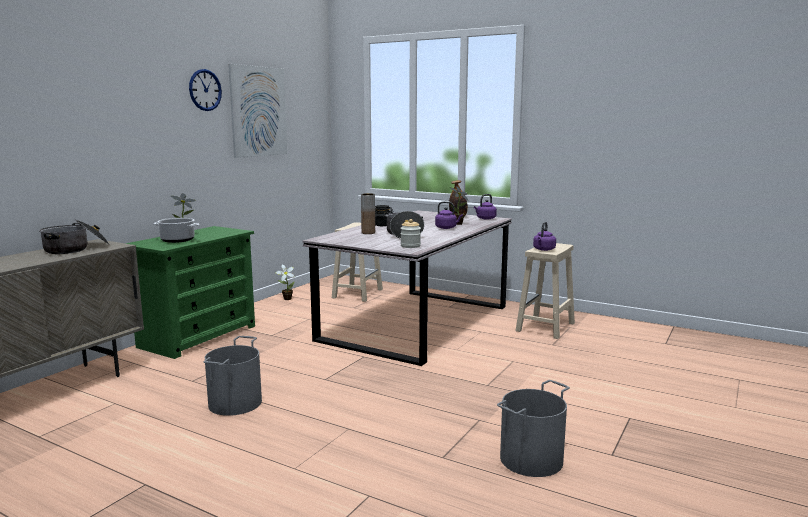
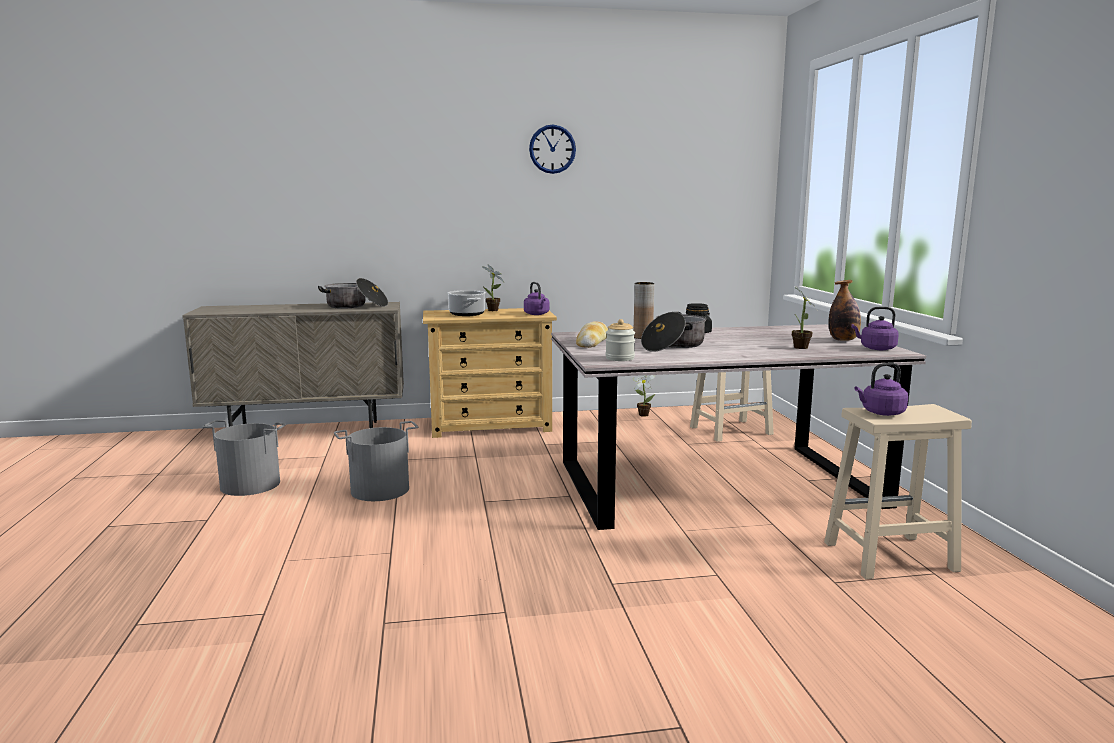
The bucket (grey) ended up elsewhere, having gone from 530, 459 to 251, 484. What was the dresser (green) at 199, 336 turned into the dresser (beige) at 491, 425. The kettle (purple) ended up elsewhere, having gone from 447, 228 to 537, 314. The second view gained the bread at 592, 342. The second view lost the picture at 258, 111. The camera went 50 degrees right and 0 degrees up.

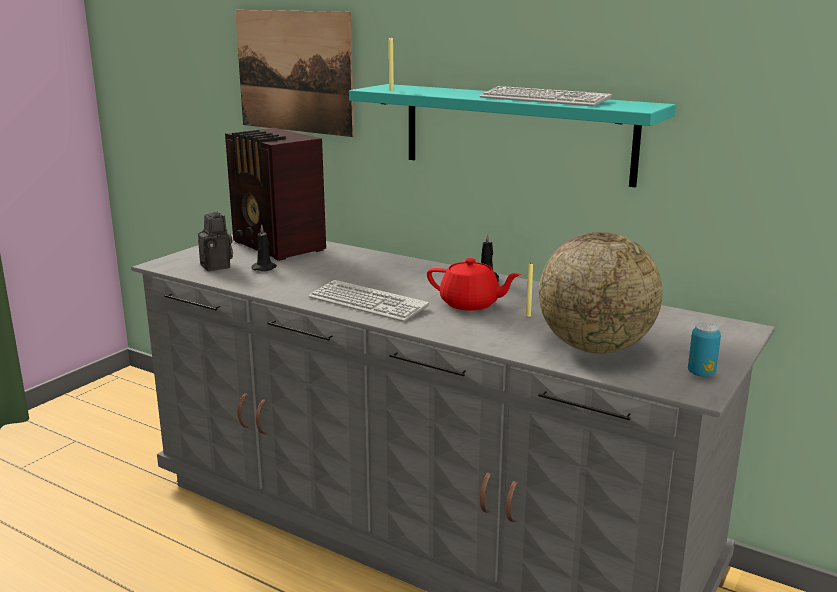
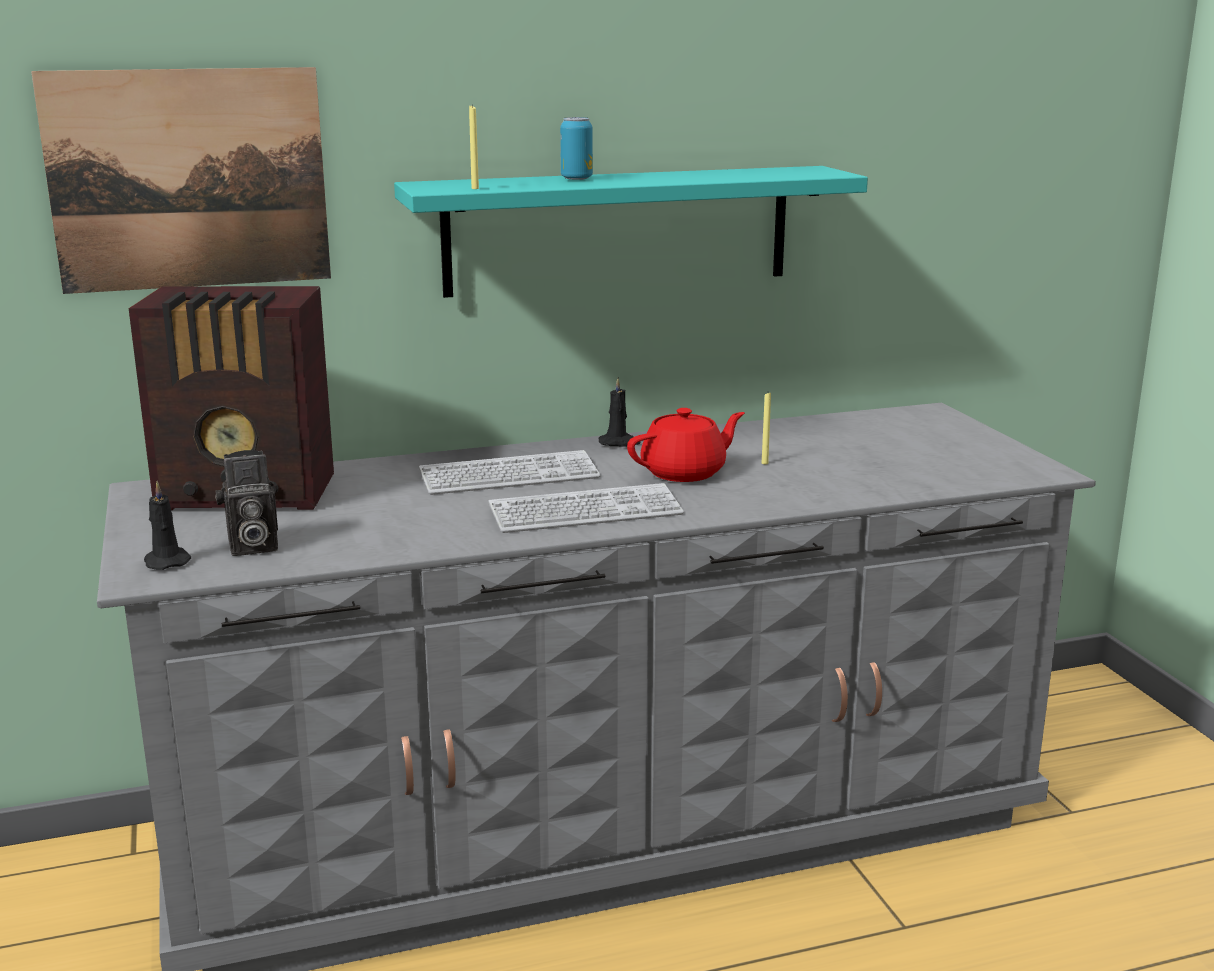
The candle (black) ended up elsewhere, having gone from 265, 268 to 166, 561. The photo camera at 218, 266 ended up facing another way, 150 degrees clockwise from before. The keyboard ended up elsewhere, having gone from 544, 99 to 509, 476. The can ended up elsewhere, having gone from 701, 373 to 576, 179. The second view lost the globe at 595, 348. The camera went 50 degrees left and 0 degrees up.

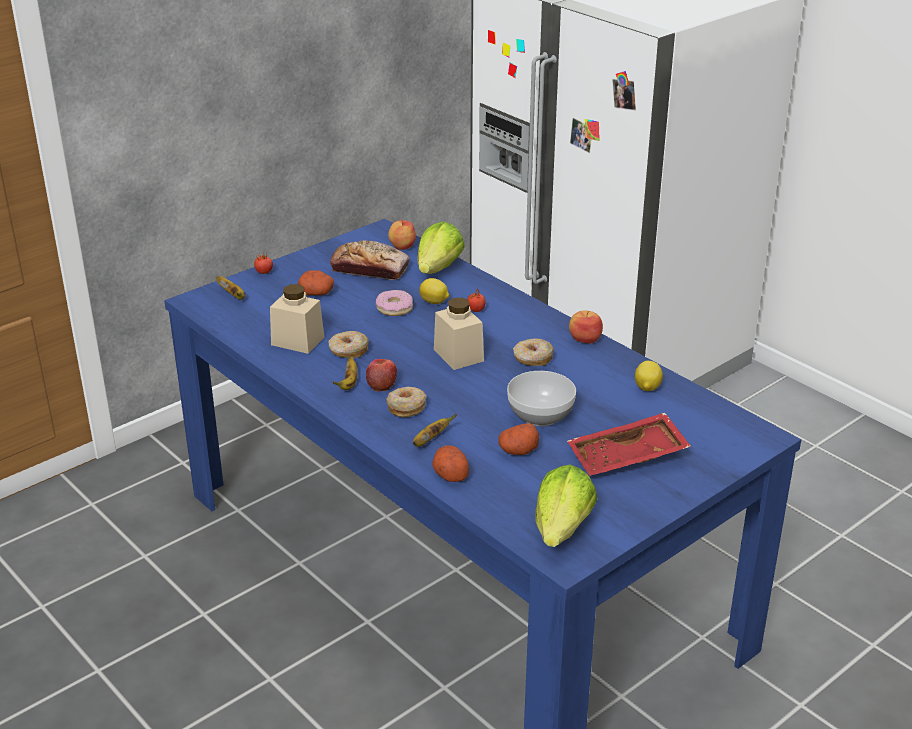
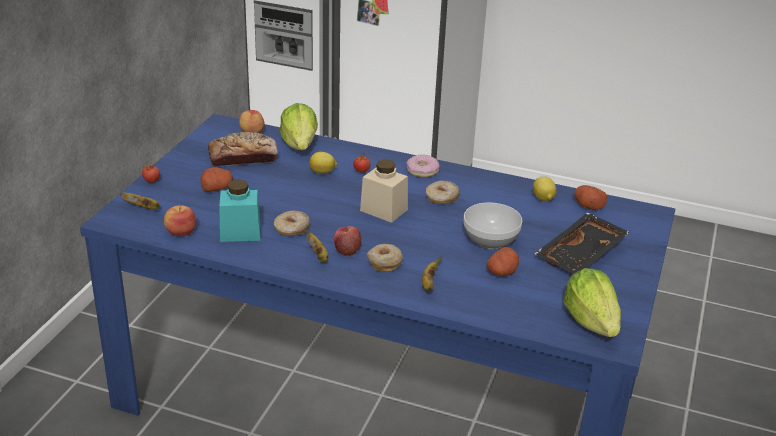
The apple ended up elsewhere, having gone from 585, 339 to 181, 231. What was the jar (beige) at 297, 341 turned into the jar (turquoise) at 240, 232. The donut ended up elsewhere, having gone from 394, 308 to 422, 171. What was the tray (red) at 628, 458 turned into the tray (black) at 582, 255. The potato ended up elsewhere, having gone from 450, 473 to 588, 205. The camera went 30 degrees left and 0 degrees up.

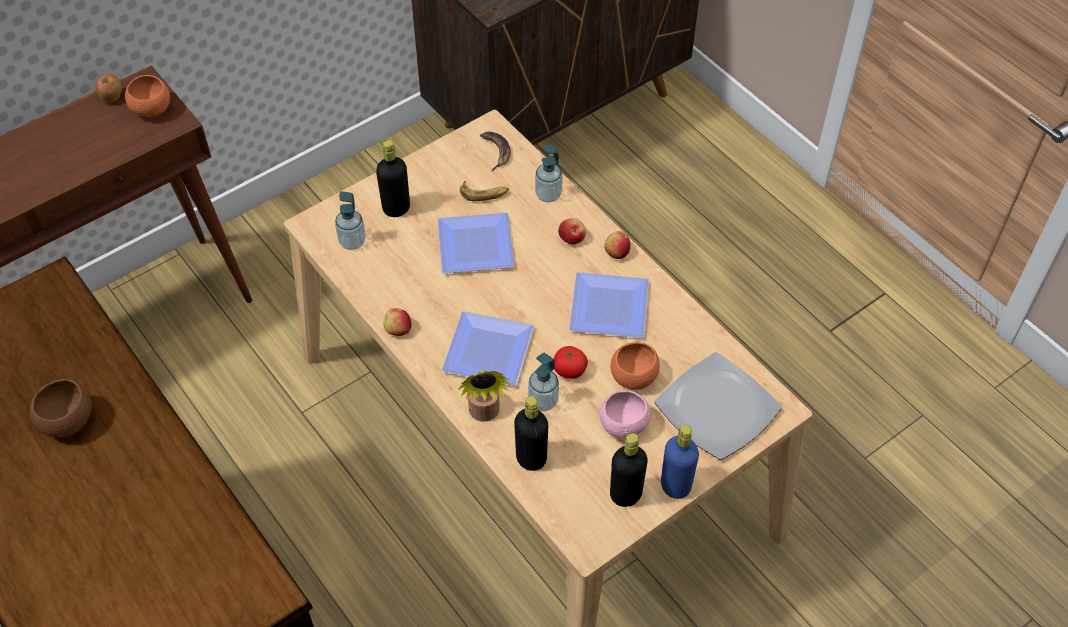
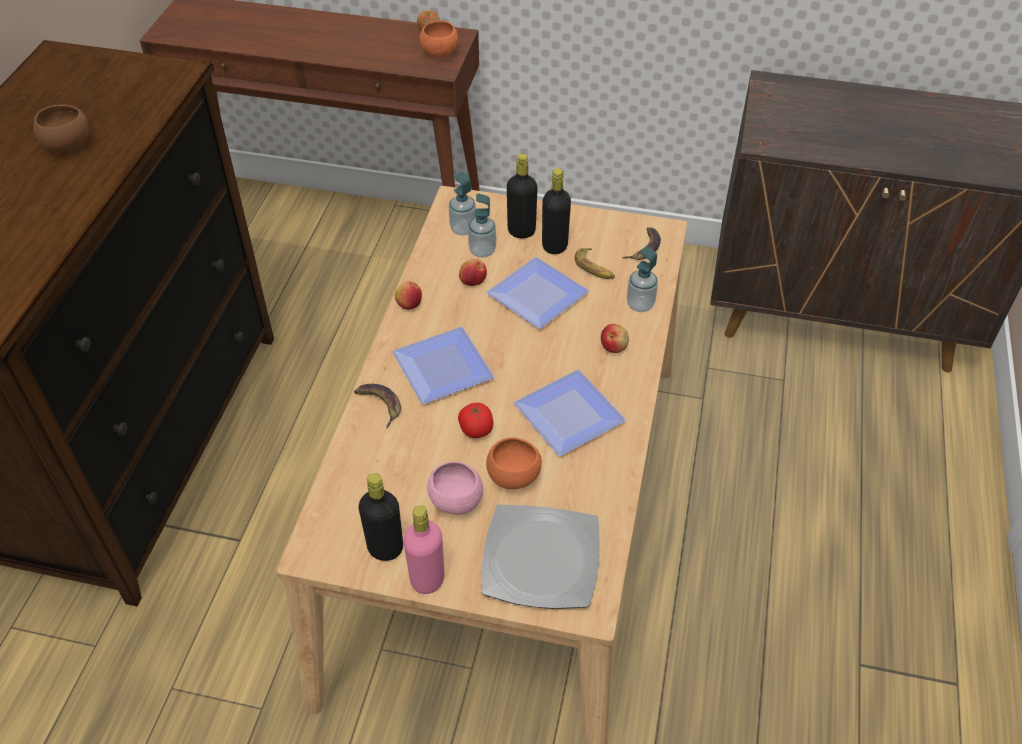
Where the potted plant stood at 484, 414, the banana came to stand at 379, 404. What was the bottle (blue) at 675, 486 turned into the bottle (pink) at 427, 579. The apple ended up elsewhere, having gone from 616, 252 to 472, 280. The soap dispenser ended up elsewhere, having gone from 543, 401 to 482, 251. The bottle (black) ended up elsewhere, having gone from 531, 458 to 554, 246. The camera went 50 degrees right and 5 degrees down.

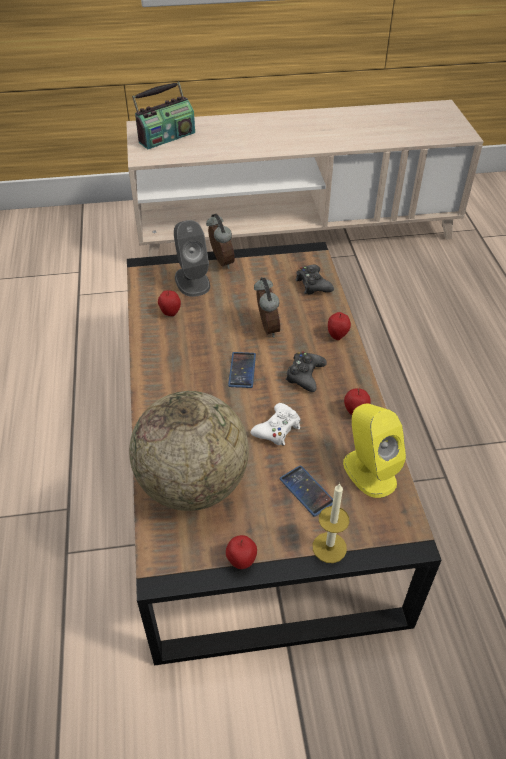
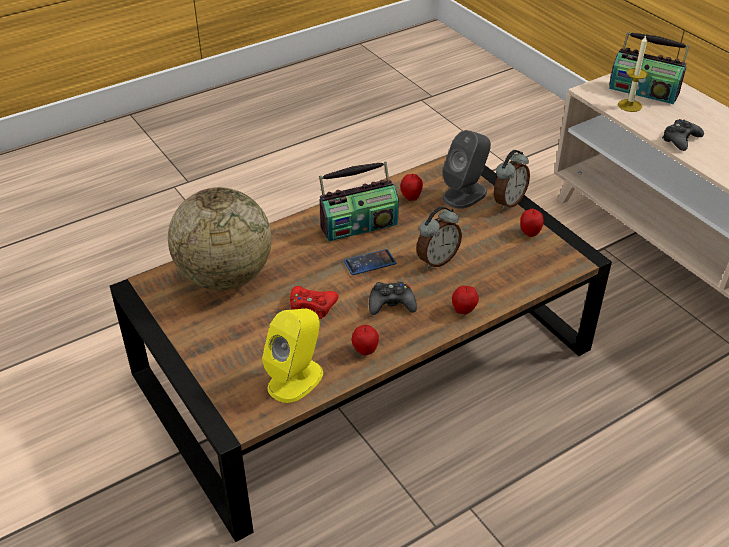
What was the game controller (white) at 277, 429 turned into the game controller (red) at 312, 306. The second view gained the radio at 358, 225. The apple ended up elsewhere, having gone from 241, 561 to 529, 233. The candle ended up elsewhere, having gone from 329, 547 to 629, 105. The game controller (black) ended up elsewhere, having gone from 313, 284 to 680, 140. The second view lost the phone at 307, 491. The camera went 65 degrees right and 5 degrees down.

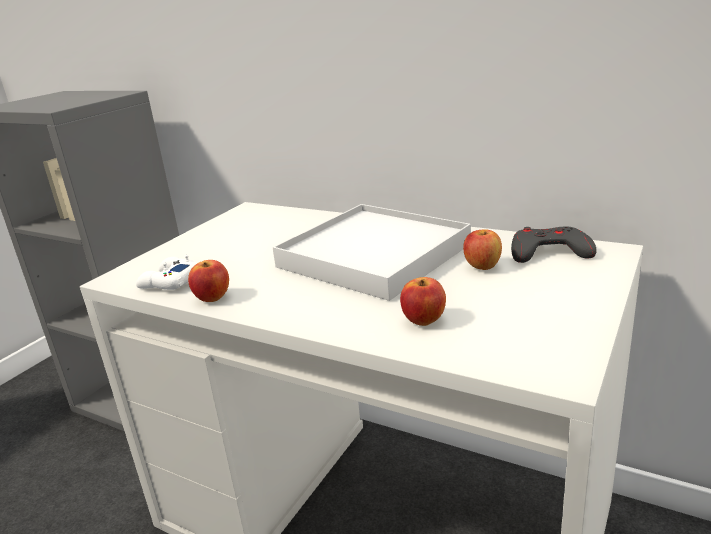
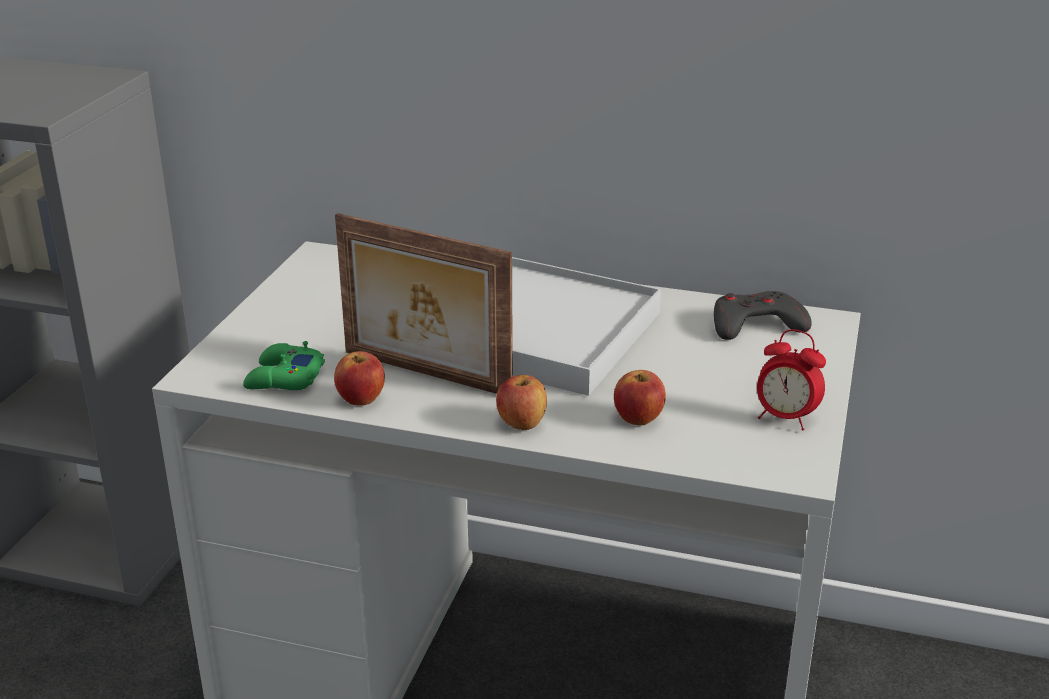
What was the game controller (white) at 169, 282 turned into the game controller (green) at 284, 378. The second view gained the picture frame at 425, 375. The apple ended up elsewhere, having gone from 482, 267 to 521, 424. The second view gained the alarm clock at 785, 418. The camera went 15 degrees left and 5 degrees up.

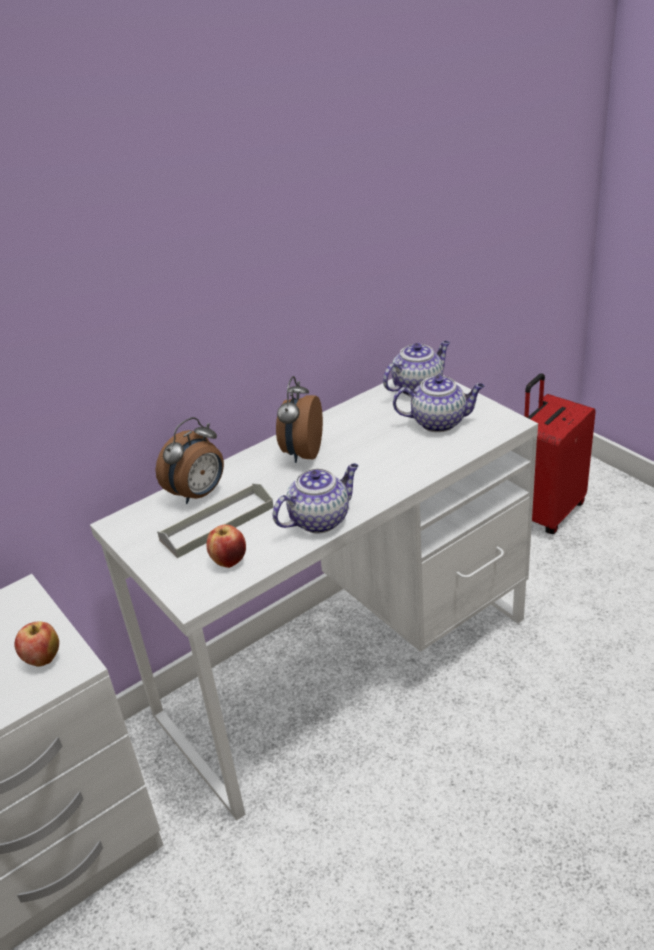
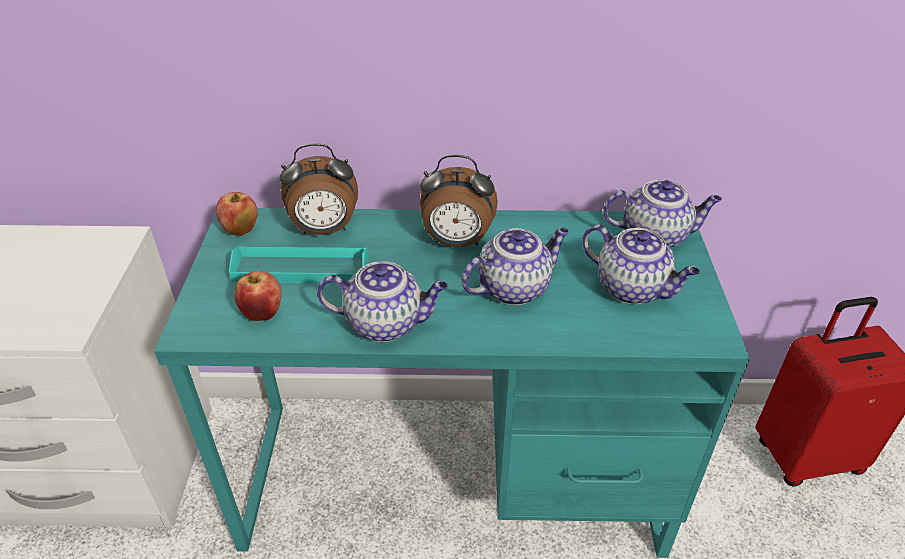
What was the desk (white) at 345, 665 turned into the desk (turquoise) at 454, 477. The apple ended up elsewhere, having gone from 43, 659 to 240, 230. What was the tray (grey) at 217, 524 turned into the tray (turquoise) at 301, 269. The alarm clock at 301, 453 ended up facing another way, 135 degrees counterclockwise from before. The second view gained the teapot at 514, 288. The camera went 35 degrees right and 5 degrees up.

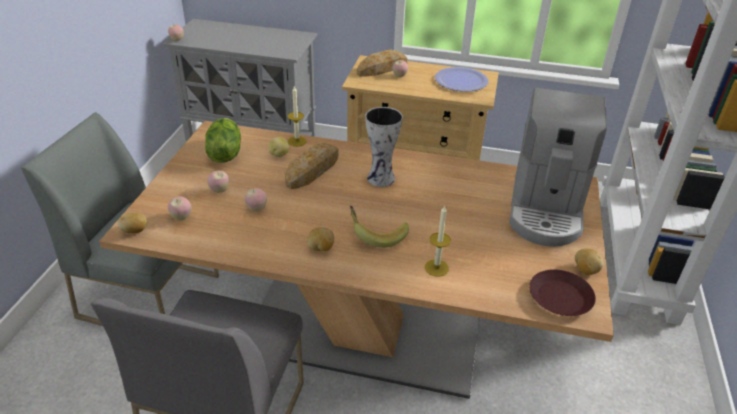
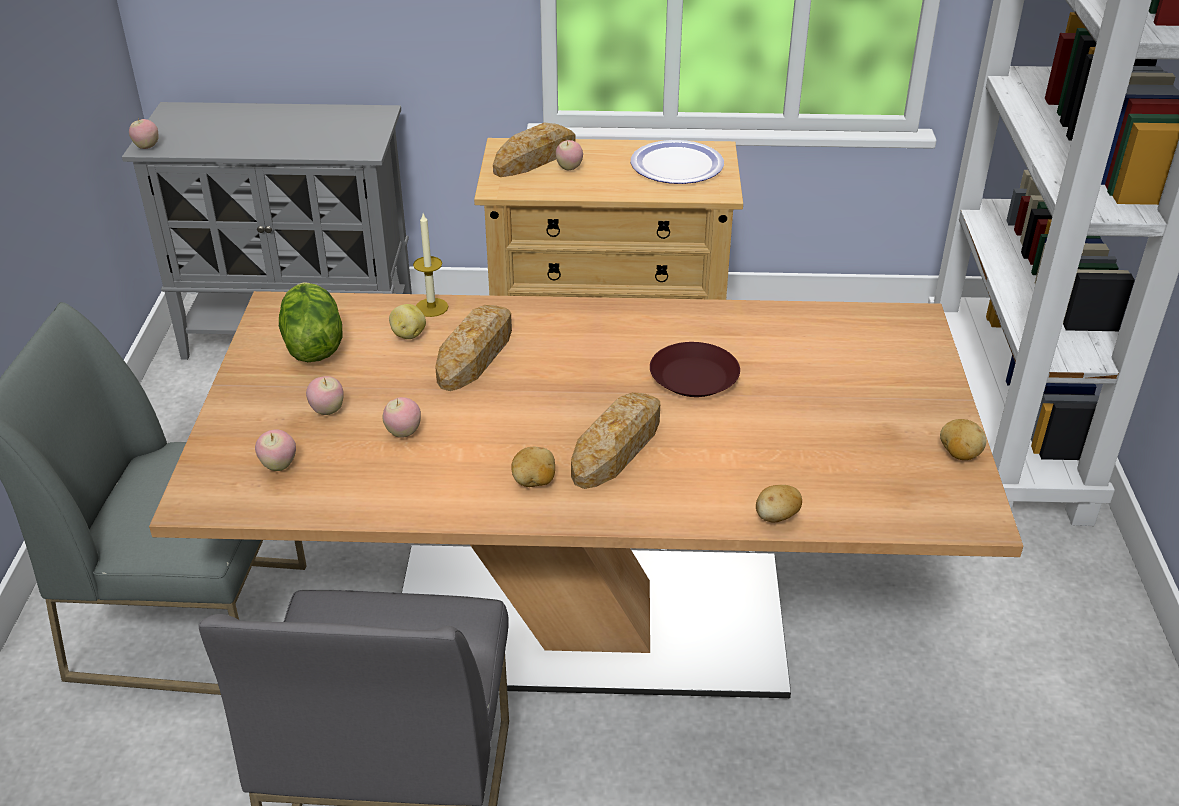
Where the banana stood at 376, 234, the bread came to stand at 618, 446. The plate (brown) ended up elsewhere, having gone from 561, 298 to 695, 378. The potato ended up elsewhere, having gone from 135, 231 to 776, 517. The second view lost the vase at 382, 179. The second view lost the candle at 436, 268. The second view lost the coffee machine at 546, 209. The camera went 10 degrees left and 0 degrees up.

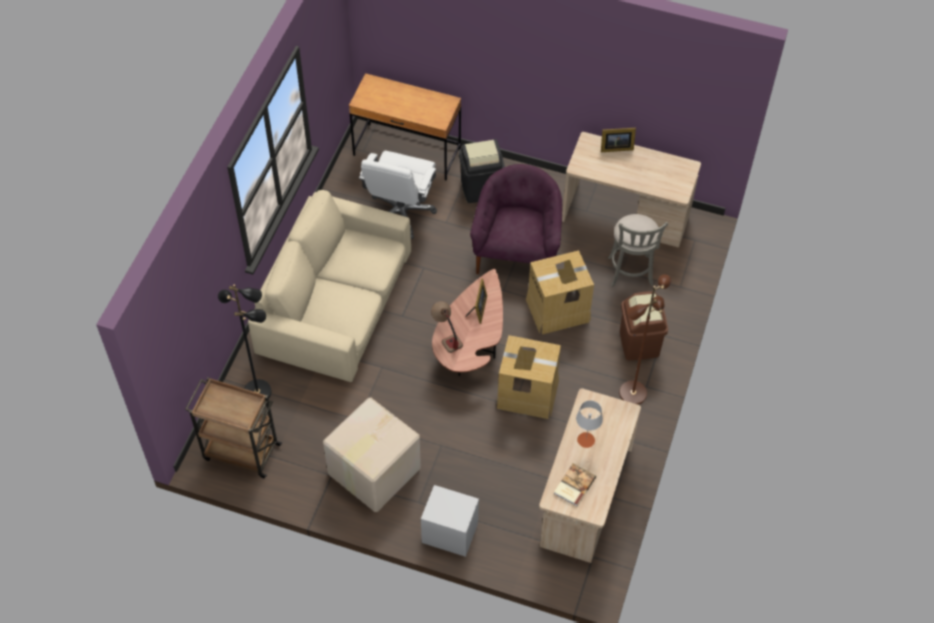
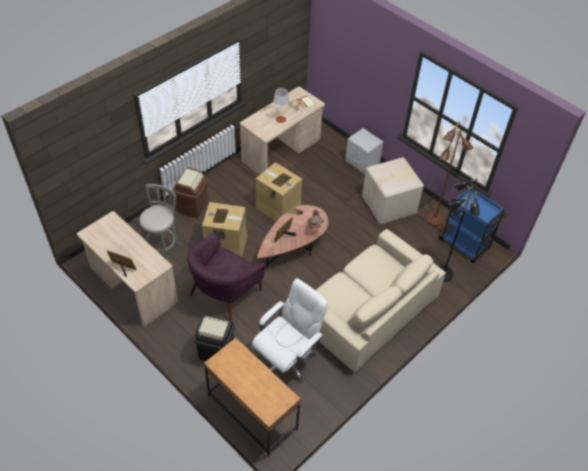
The floor lamp (brown) ended up elsewhere, having gone from 632, 392 to 435, 220. What was the cart (brown) at 240, 451 turned into the cart (blue) at 465, 245. The camera went 155 degrees left and 5 degrees down.

